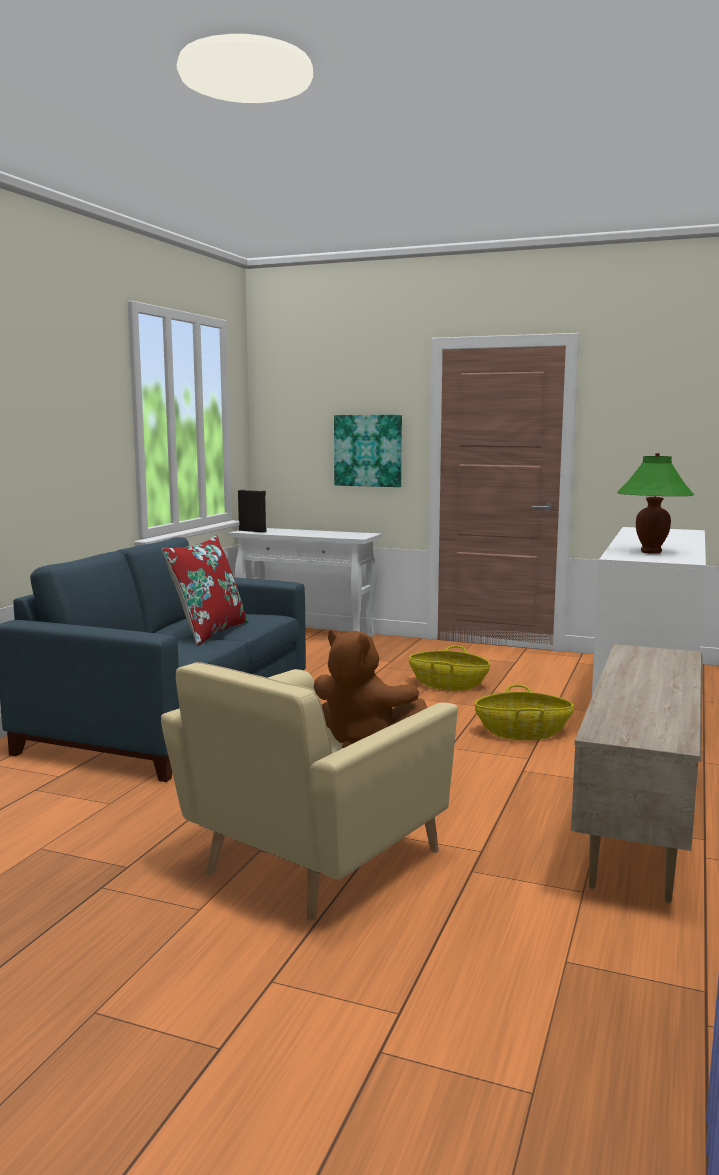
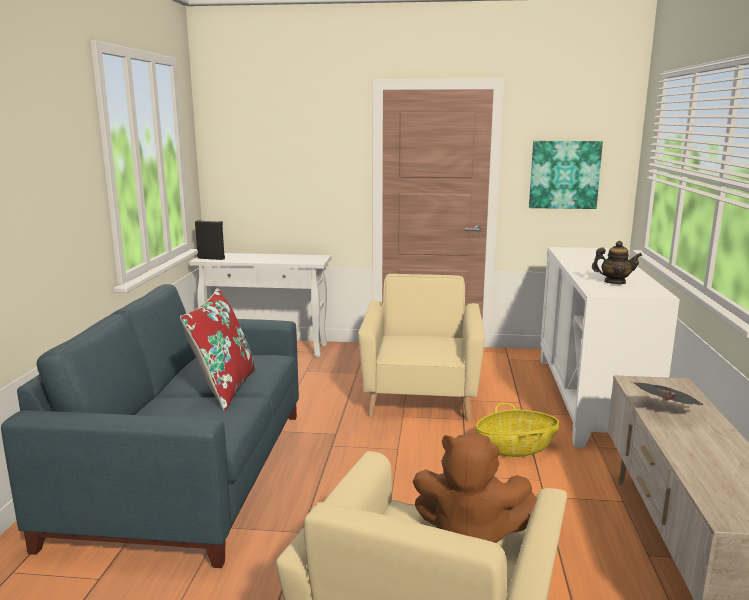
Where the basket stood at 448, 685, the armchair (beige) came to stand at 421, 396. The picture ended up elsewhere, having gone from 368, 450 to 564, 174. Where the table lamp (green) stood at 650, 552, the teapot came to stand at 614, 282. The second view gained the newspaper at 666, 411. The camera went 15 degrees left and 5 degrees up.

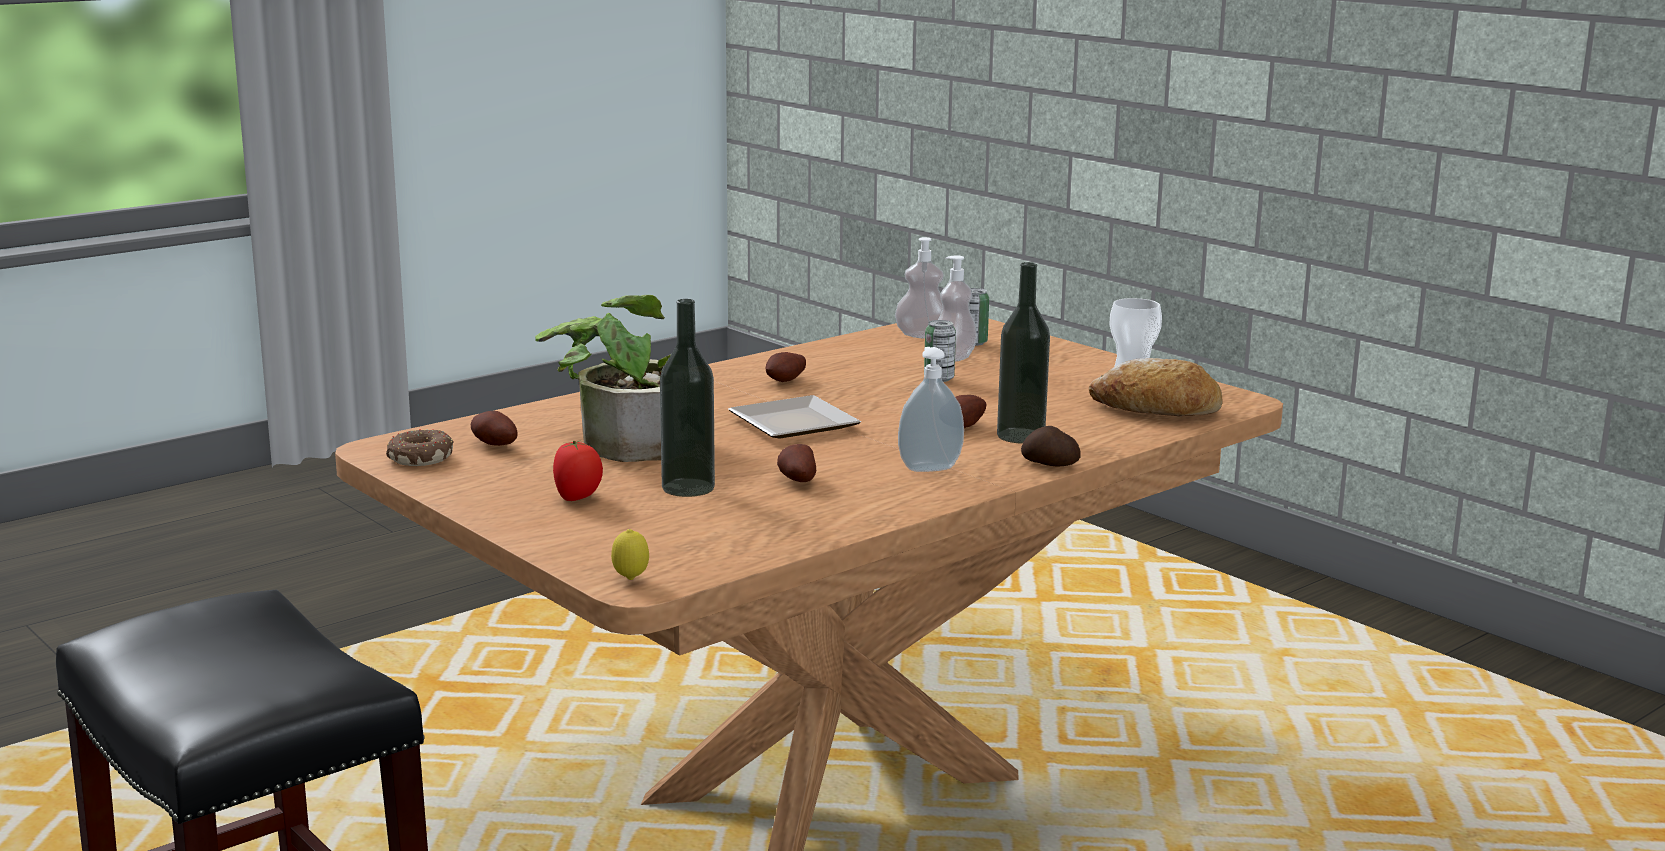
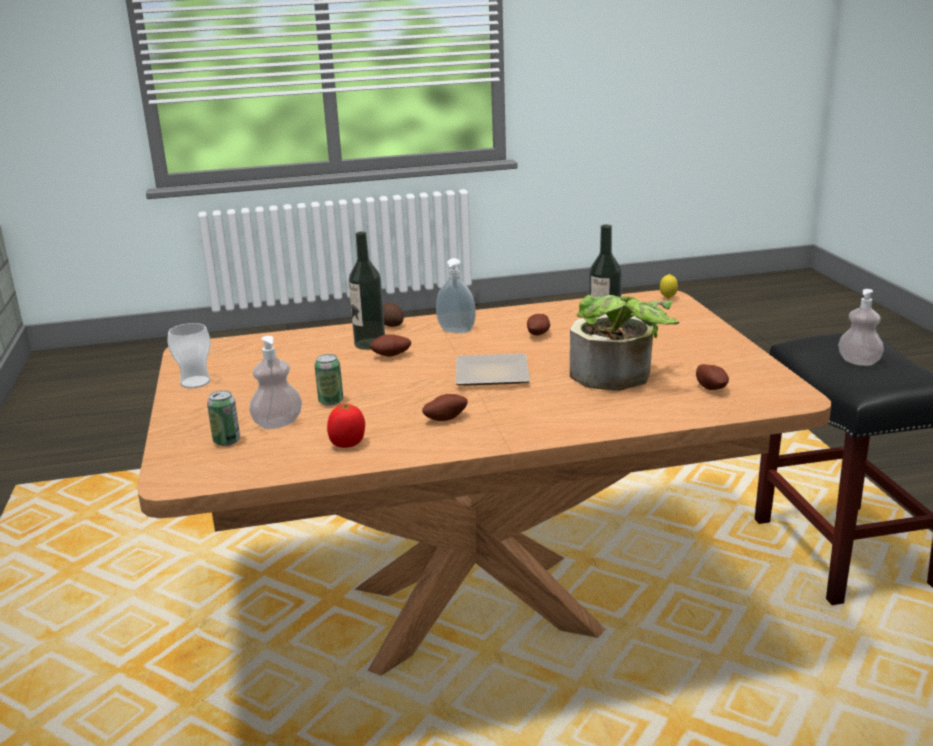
The tomato ended up elsewhere, having gone from 578, 498 to 348, 444. The soap dispenser ended up elsewhere, having gone from 922, 335 to 858, 362. The second view lost the donut at 420, 458. The second view lost the bread at 1156, 410. The camera went 150 degrees left and 5 degrees up.

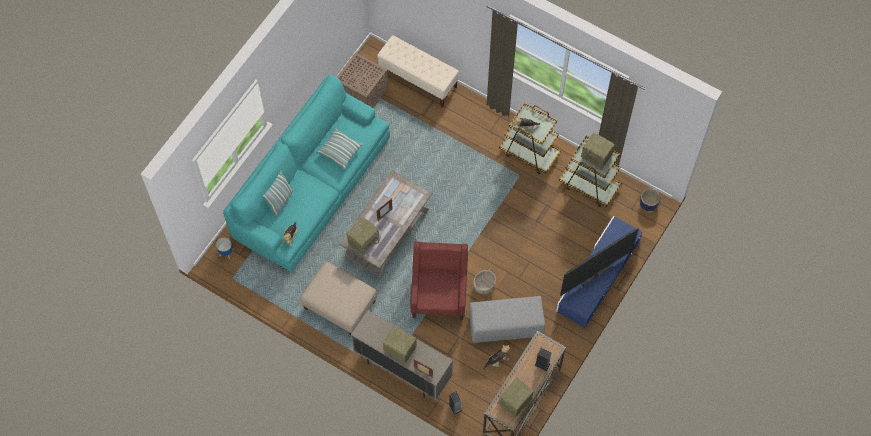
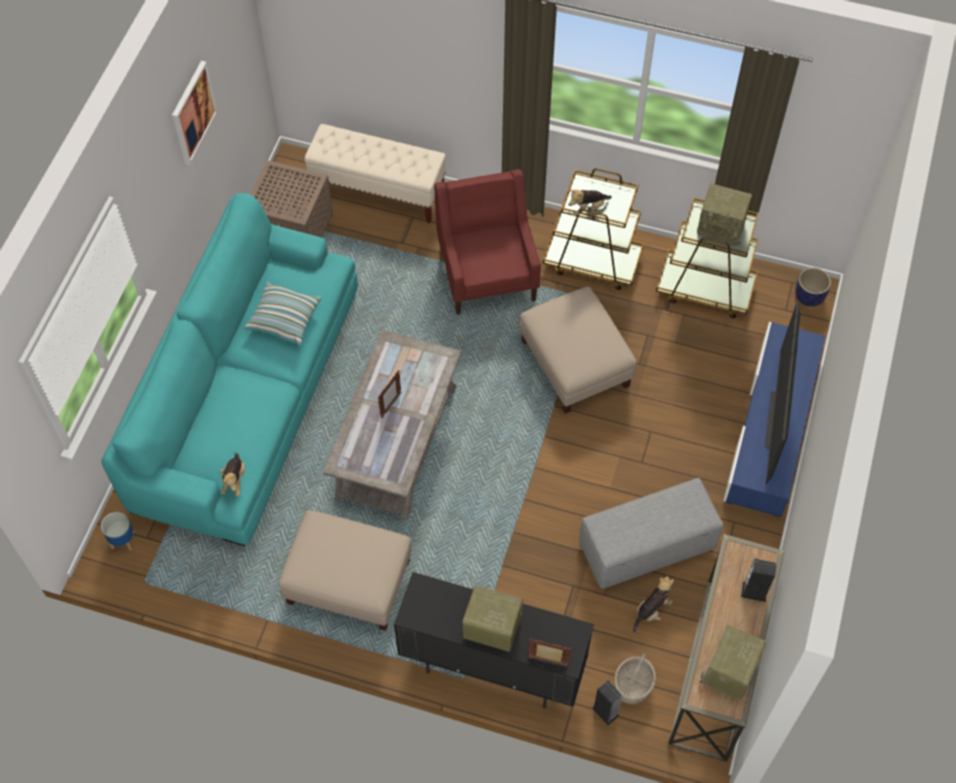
The second view gained the picture at 193, 112. What was the cabinet (beige) at 402, 369 turned into the cabinet (black) at 492, 667. The armchair (red) ended up elsewhere, having gone from 439, 294 to 487, 272. The second view gained the ottoman (beige) at 576, 363. The basket ended up elsewhere, having gone from 484, 284 to 633, 685. The television at 595, 273 ended up facing another way, 150 degrees clockwise from before. The second view lost the pillow at 280, 201. The second view lost the radio at 363, 240. The camera went 15 degrees left and 5 degrees down.

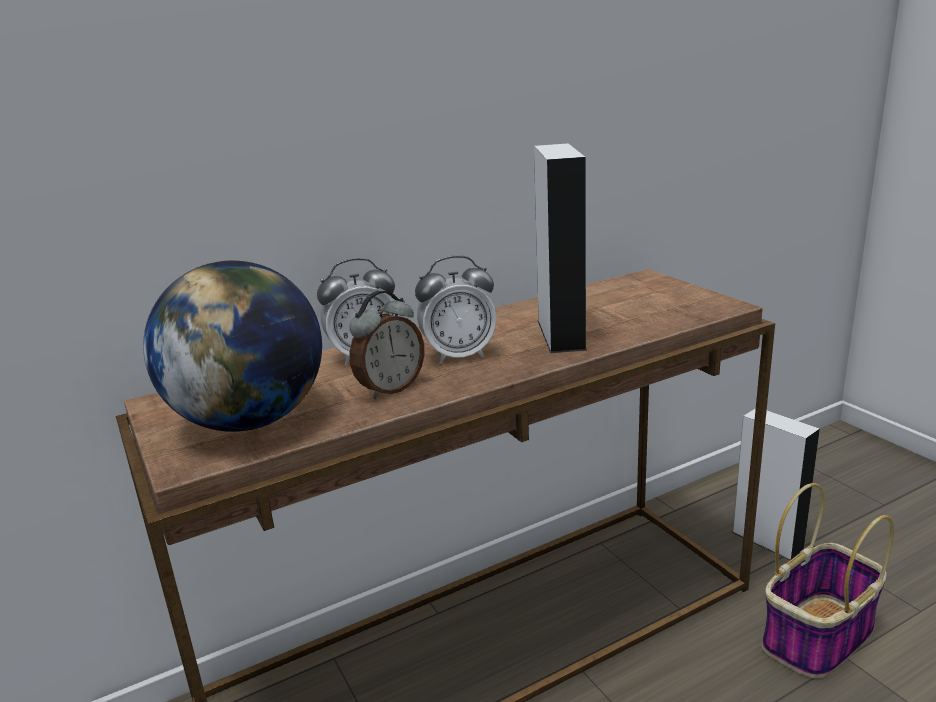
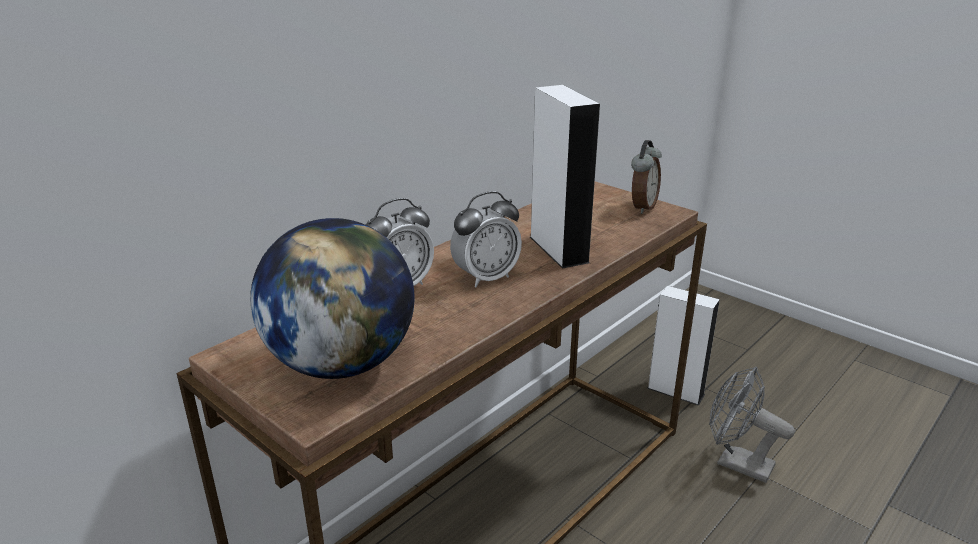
The alarm clock ended up elsewhere, having gone from 390, 389 to 642, 207. Where the basket stood at 817, 638, the fan (grey) came to stand at 736, 463. The camera went 20 degrees left and 5 degrees up.

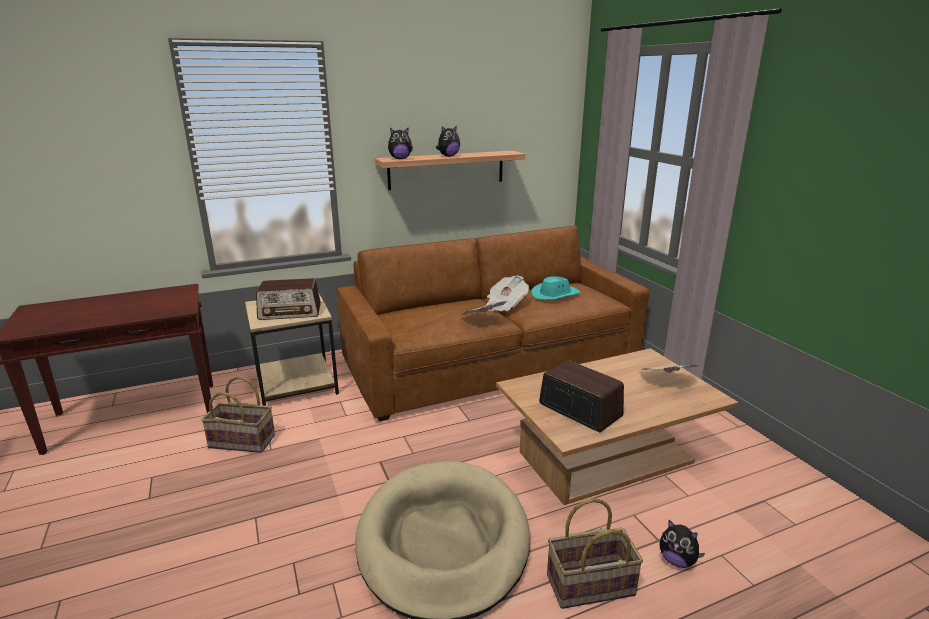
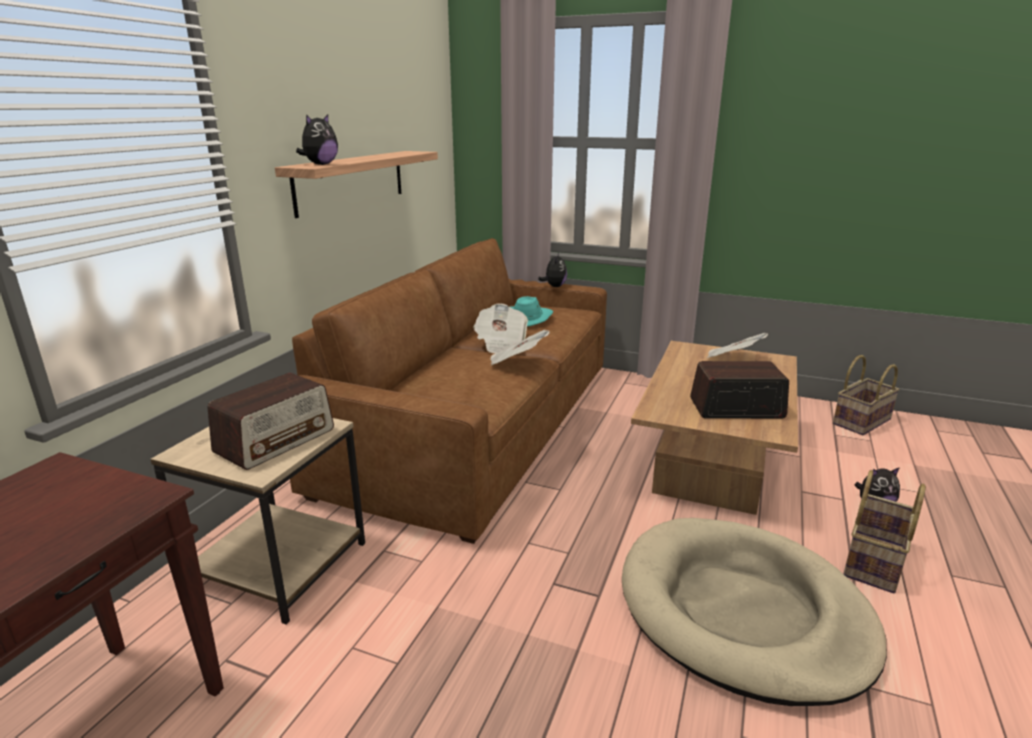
The plush toy ended up elsewhere, having gone from 448, 156 to 554, 286. The basket ended up elsewhere, having gone from 243, 441 to 860, 421. The camera went 45 degrees left and 0 degrees up.

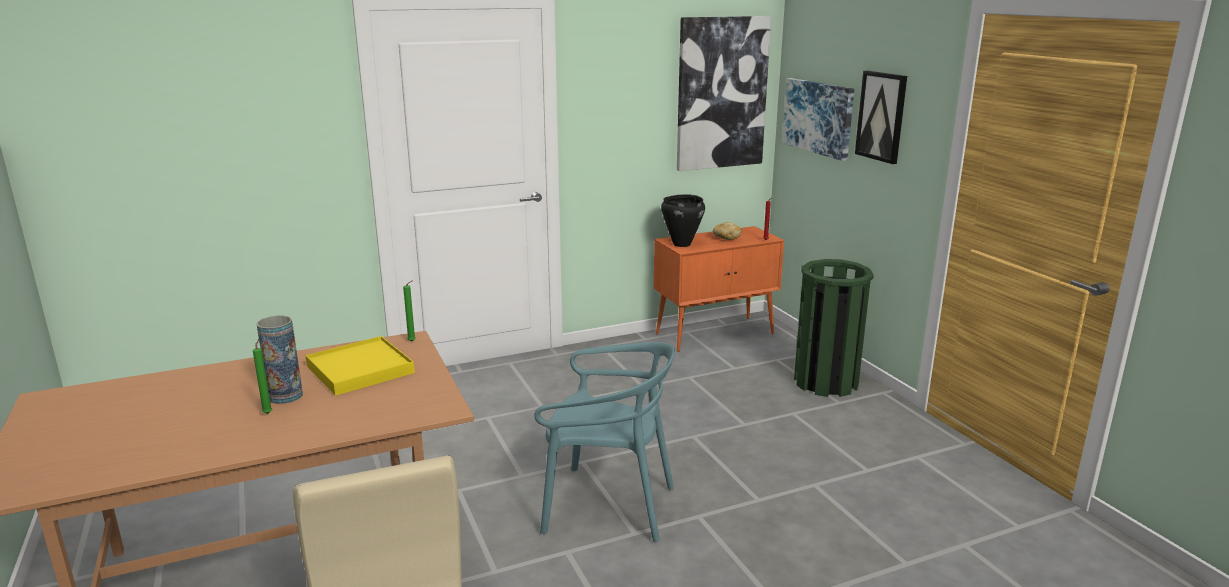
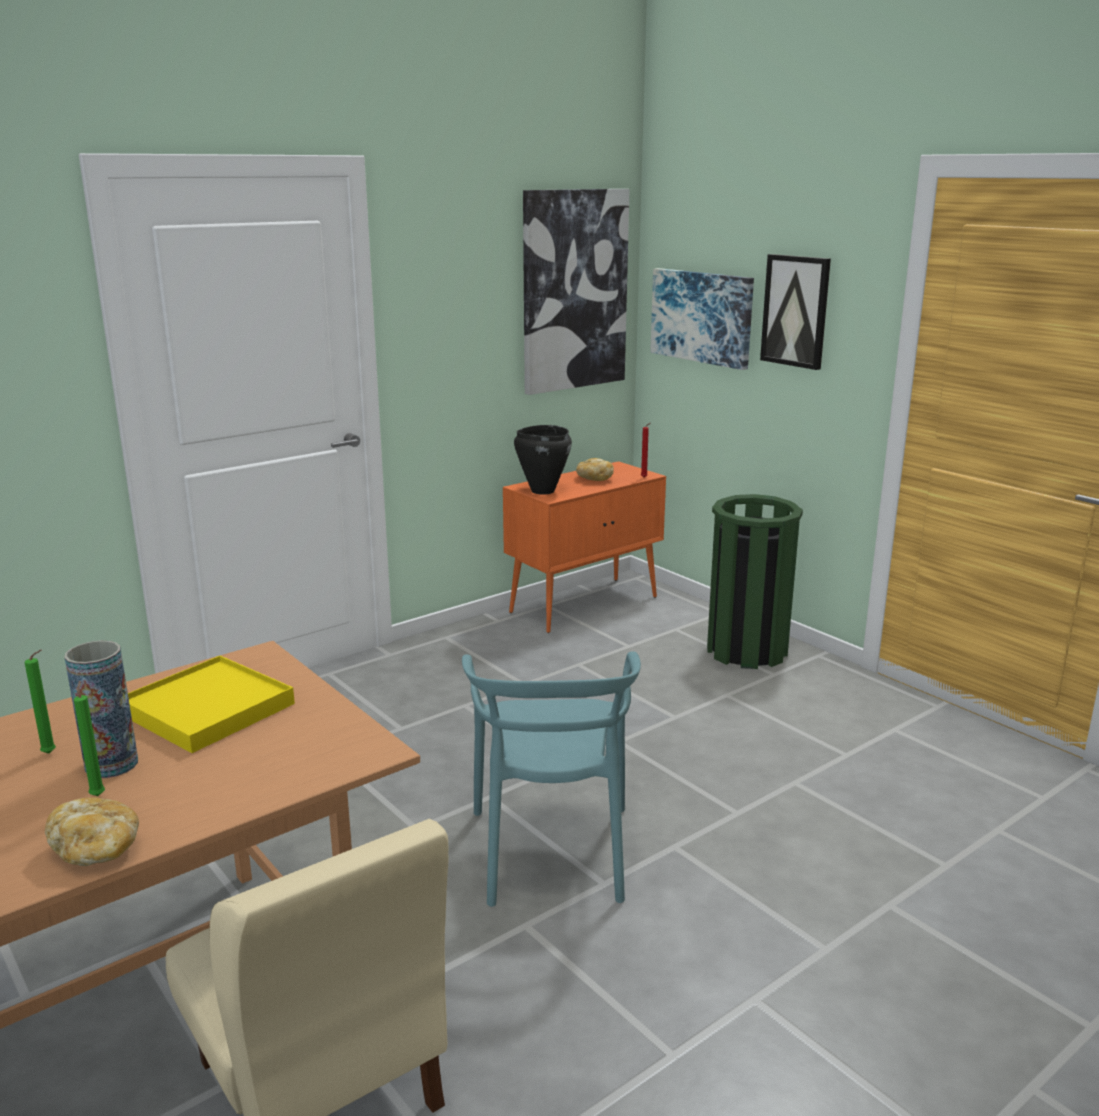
The candle (green) ended up elsewhere, having gone from 413, 341 to 51, 753. The second view gained the bread at 97, 850. The chair (turquoise) at 608, 506 ended up facing another way, 90 degrees clockwise from before. The camera went 15 degrees left and 0 degrees up.

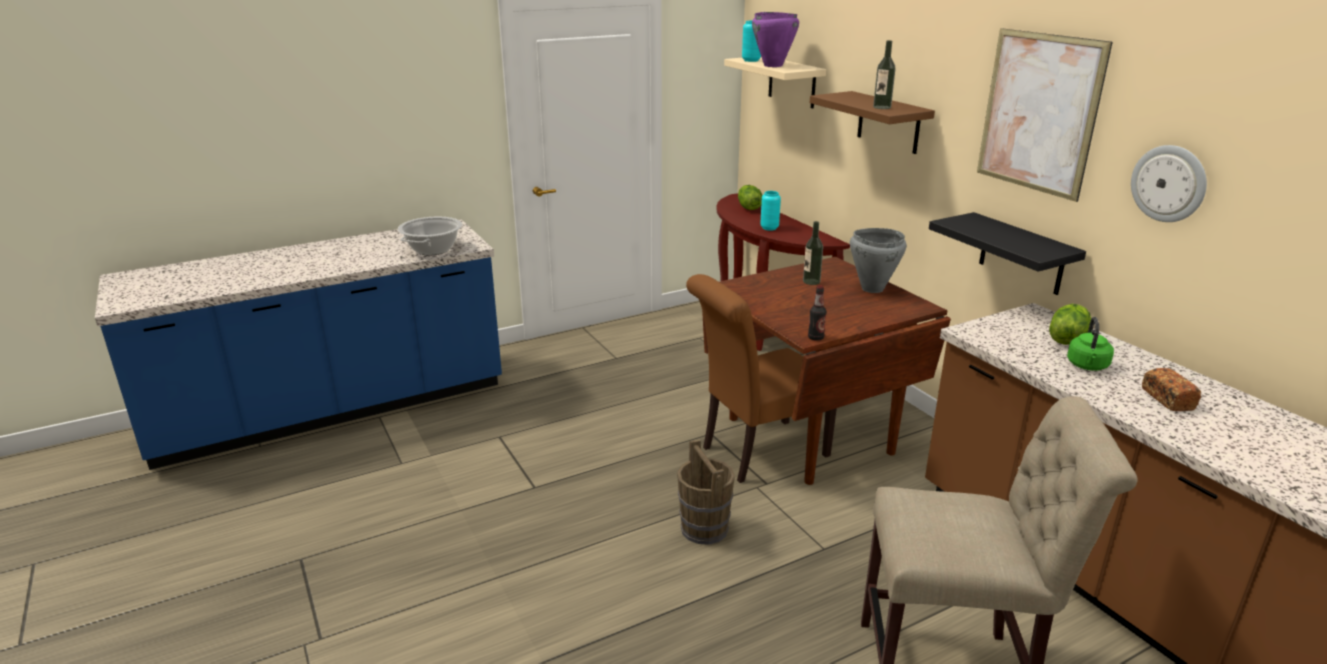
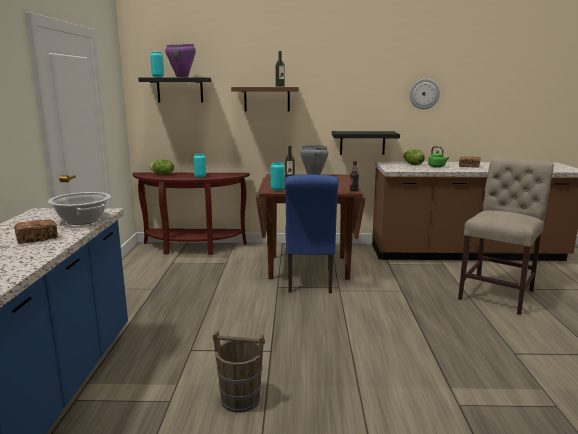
The second view gained the bread at 37, 239. What was the shelf (beige) at 792, 82 turned into the shelf (black) at 180, 90. The bucket (brown) ended up elsewhere, having gone from 704, 529 to 241, 399. The second view gained the vase (turquoise) at 277, 189. What was the chair (brown) at 757, 453 turned into the chair (blue) at 309, 281. The second view lost the picture at 1039, 113. The camera went 60 degrees left and 10 degrees down.

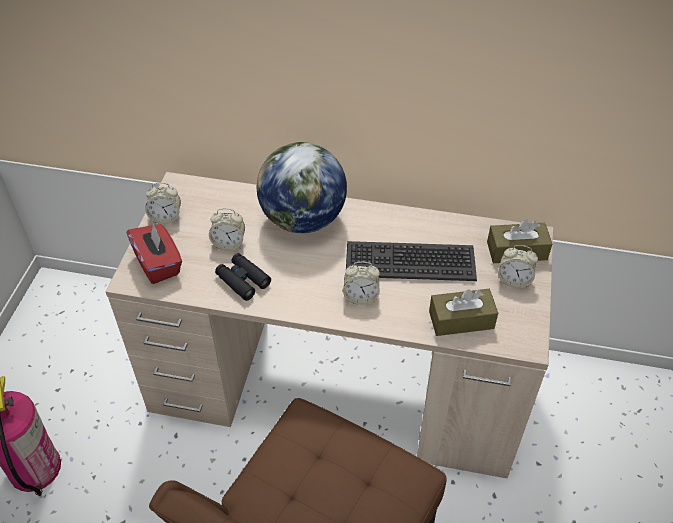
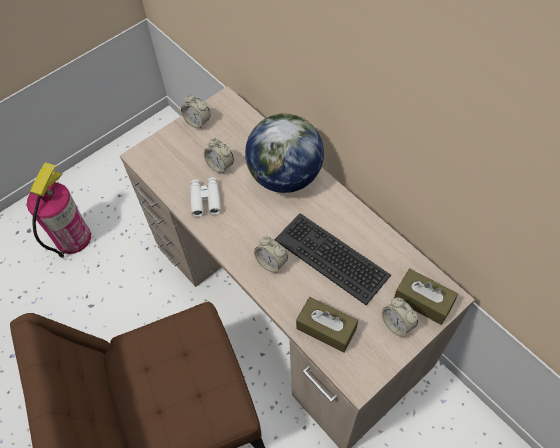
What was the binoculars (black) at 243, 280 turned into the binoculars (white) at 205, 199. The second view lost the tissue box (red) at 158, 264. The camera went 40 degrees right and 10 degrees up.

